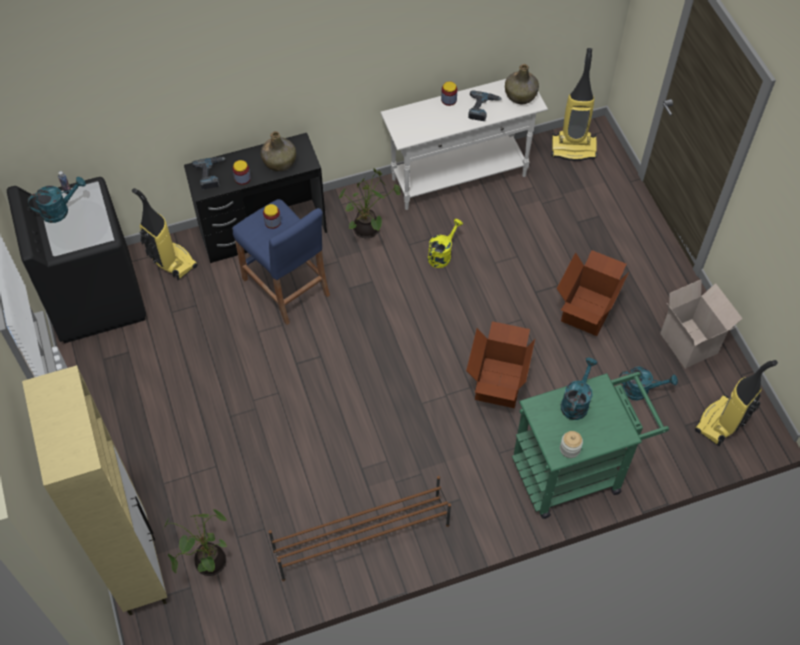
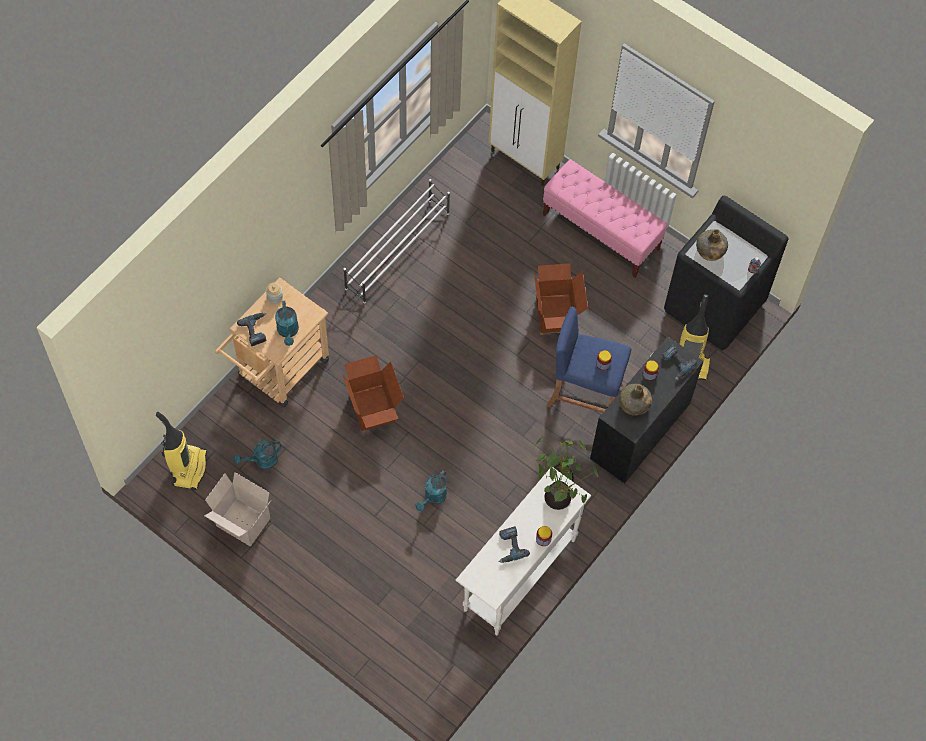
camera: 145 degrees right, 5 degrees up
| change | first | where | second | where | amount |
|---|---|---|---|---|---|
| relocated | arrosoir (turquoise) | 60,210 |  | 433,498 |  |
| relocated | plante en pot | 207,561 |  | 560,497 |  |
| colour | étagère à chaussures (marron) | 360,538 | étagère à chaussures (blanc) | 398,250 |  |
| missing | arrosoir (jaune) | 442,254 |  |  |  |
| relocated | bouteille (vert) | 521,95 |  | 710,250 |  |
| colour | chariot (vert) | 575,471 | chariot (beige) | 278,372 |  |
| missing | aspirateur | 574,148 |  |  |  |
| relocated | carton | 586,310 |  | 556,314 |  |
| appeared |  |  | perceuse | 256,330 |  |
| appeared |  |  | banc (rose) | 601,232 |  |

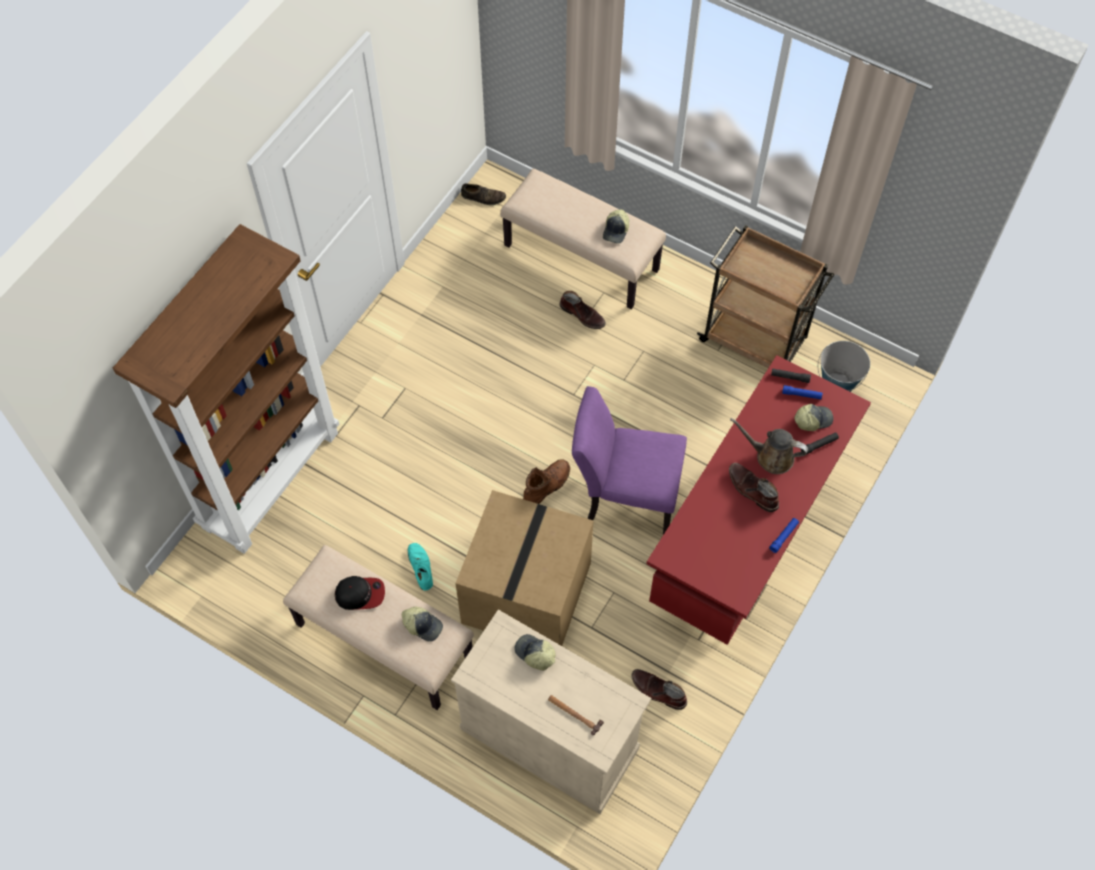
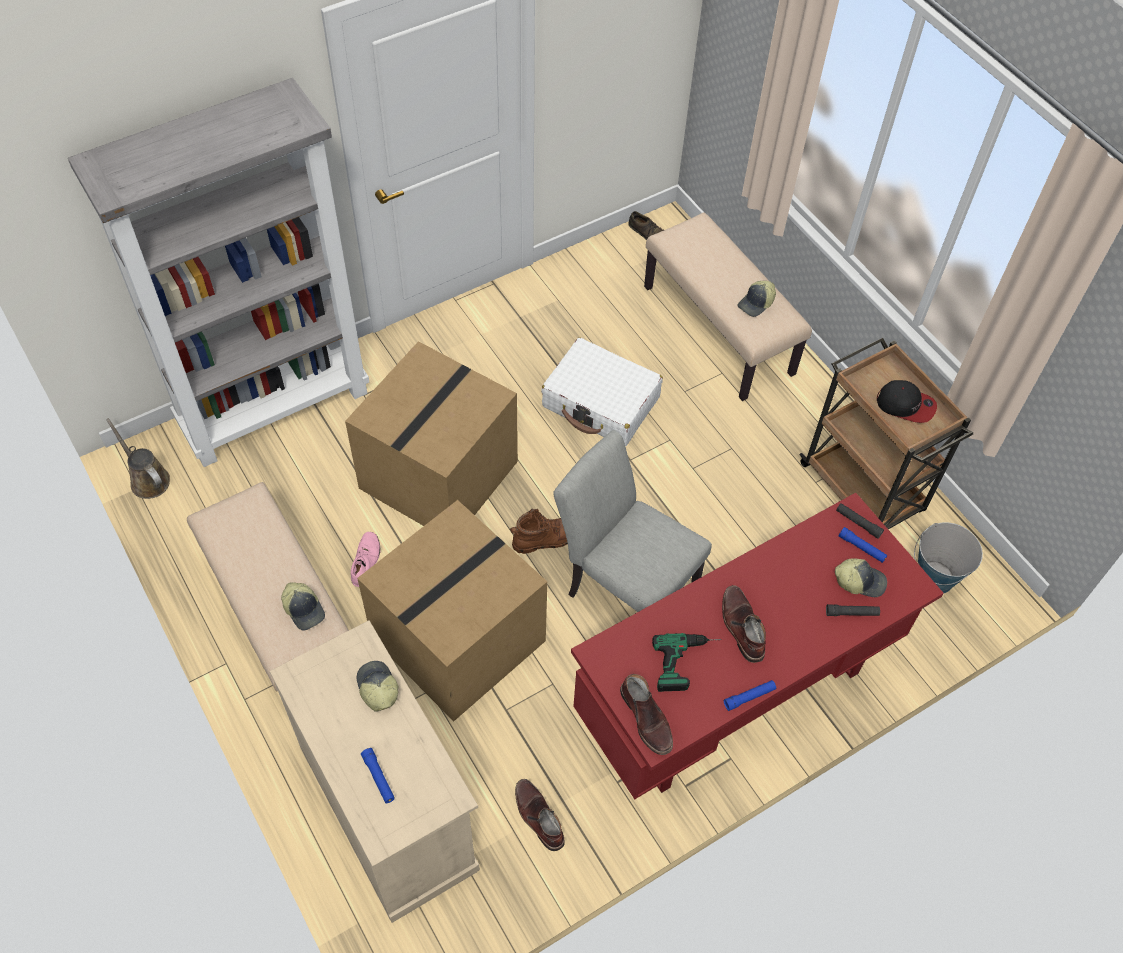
camera: 25 degrees right, 5 degrees down
| change | first | where | second | where | amount |
|---|---|---|---|---|---|
| colour | bibliothèque (marron) | 270,478 | bibliothèque (gris) | 275,407 |  |
| relocated | casquette | 360,594 |  | 906,405 |  |
| colour | chaussure (turquoise) | 420,568 | chaussure (rose) | 365,561 |  |
| exchanged | marteau | 574,713 | lampe de poche (bleu) | 378,778 |  |
| relocated | botte (marron) | 583,315 |  | 647,718 |  |
| colour | chaise (violet) | 624,496 | chaise (gris) | 624,587 |  |
| relocated | arrosoir (marron) | 771,456 |  | 147,479 |  |
| appeared |  |  | carton | 438,472 |  |
| appeared |  |  | valise (blanc) | 601,403 |  |
| appeared |  |  | perceuse | 688,663 |  |

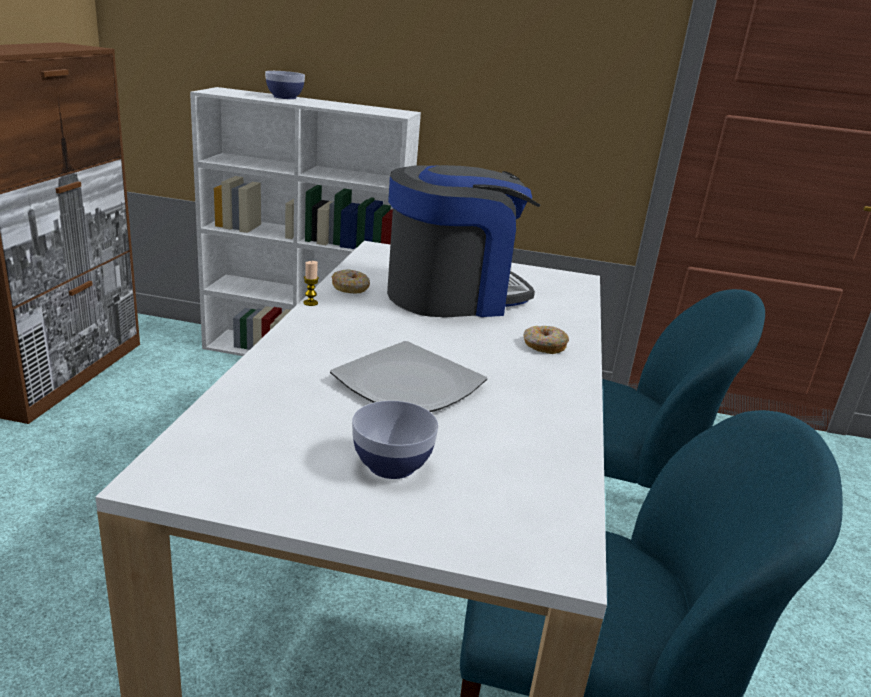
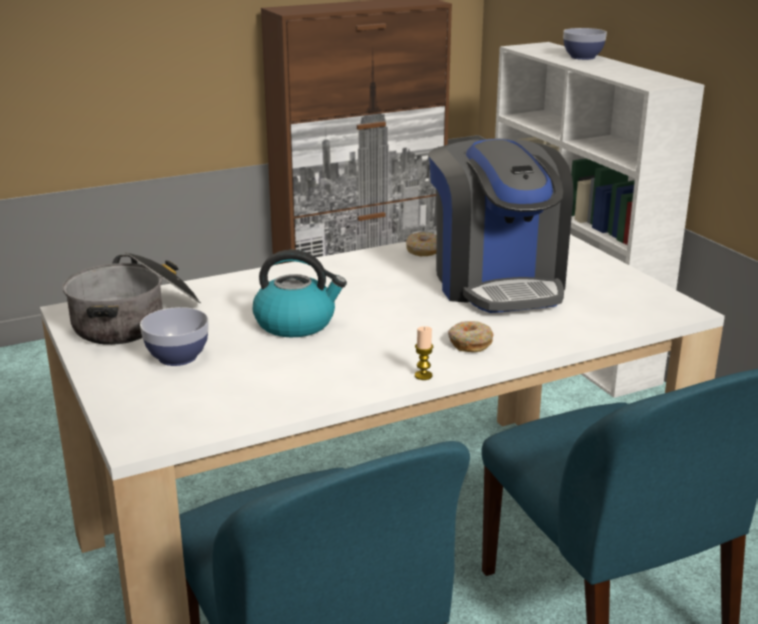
camera: 55 degrees right, 0 degrees up
| change | first | where | second | where | amount |
|---|---|---|---|---|---|
| relocated | bougie | 310,303 |  | 423,375 |  |
| exchanged | assiette | 407,384 | bouilloire | 296,323 |  |
| spun | machine à café | 453,296 |  | 497,282 | 45 degrees clockwise |
| appeared |  |  | marmite | 136,320 |  |

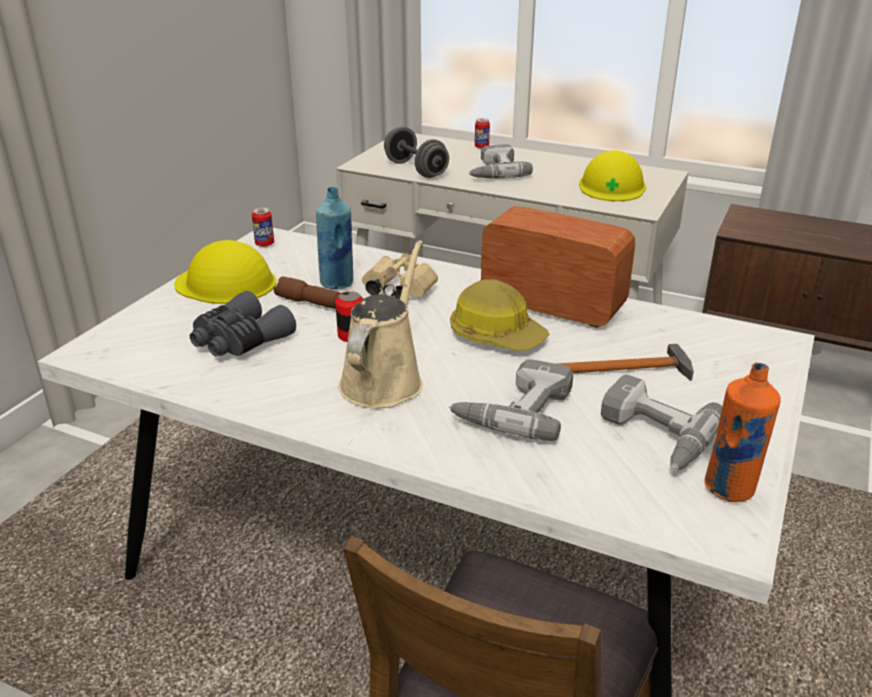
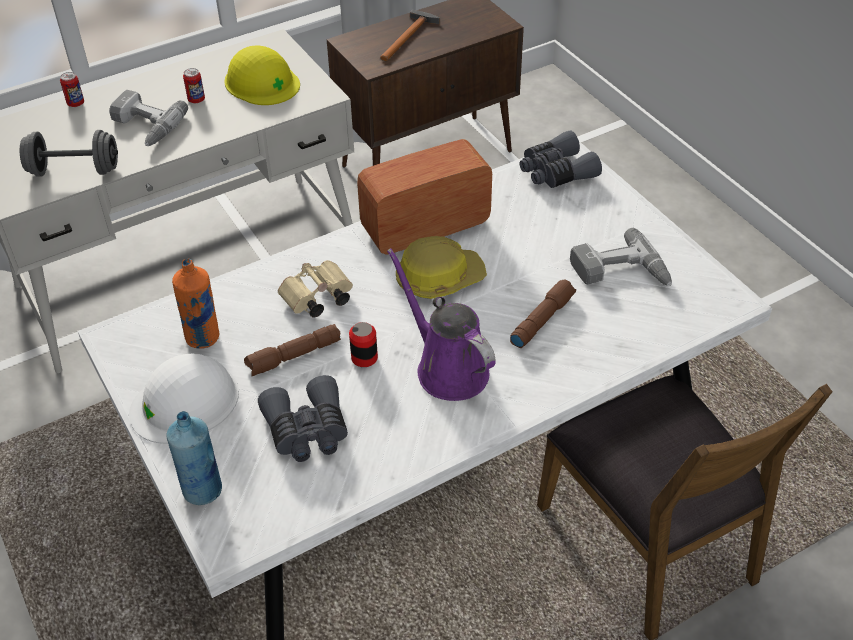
camera: 55 degrees left, 15 degrees up
| change | first | where | second | where | amount |
|---|---|---|---|---|---|
| colour | casque de chantier (jaune) | 226,283 | casque de chantier (blanc) | 185,402 |  |
| relocated | boîte métallique | 264,244 |  | 196,100 |  |
| relocated | bouteille (bleu) | 337,283 |  | 202,490 |  |
| colour | arrosoir (beige) | 384,379 | arrosoir (violet) | 447,368 |  |
| exchanged | perceuse | 514,409 | lampe de poche (marron) | 541,319 |  |
| relocated | marteau | 624,369 |  | 408,37 |  |
| relocated | bouteille (orange) | 730,489 |  | 203,337 |  |
| appeared |  |  | jumelles (gris) | 556,172 |  |

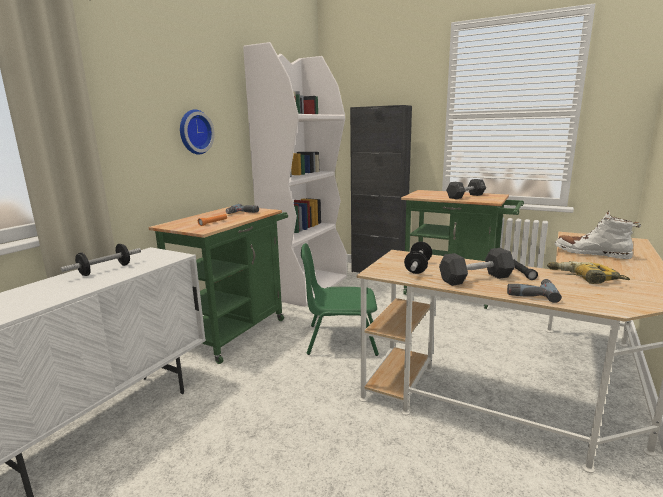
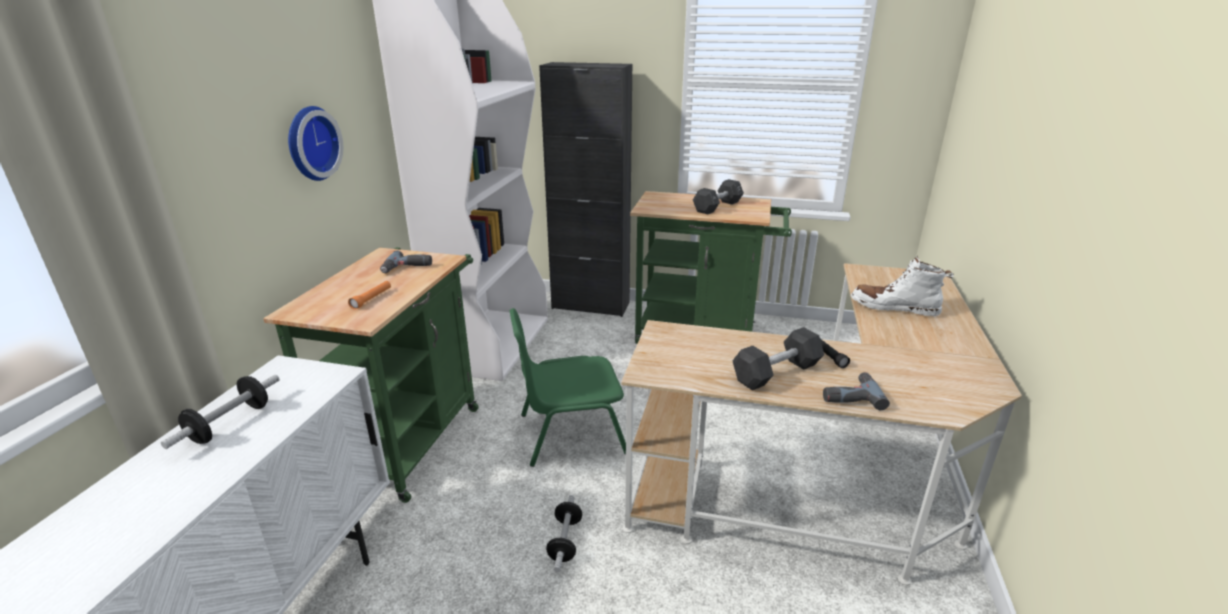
camera: 15 degrees left, 10 degrees up
| change | first | where | second | where | amount |
|---|---|---|---|---|---|
| relocated | haltère | 418,267 |  | 565,541 |  |
| missing | perceuse | 584,278 |  |  |  |

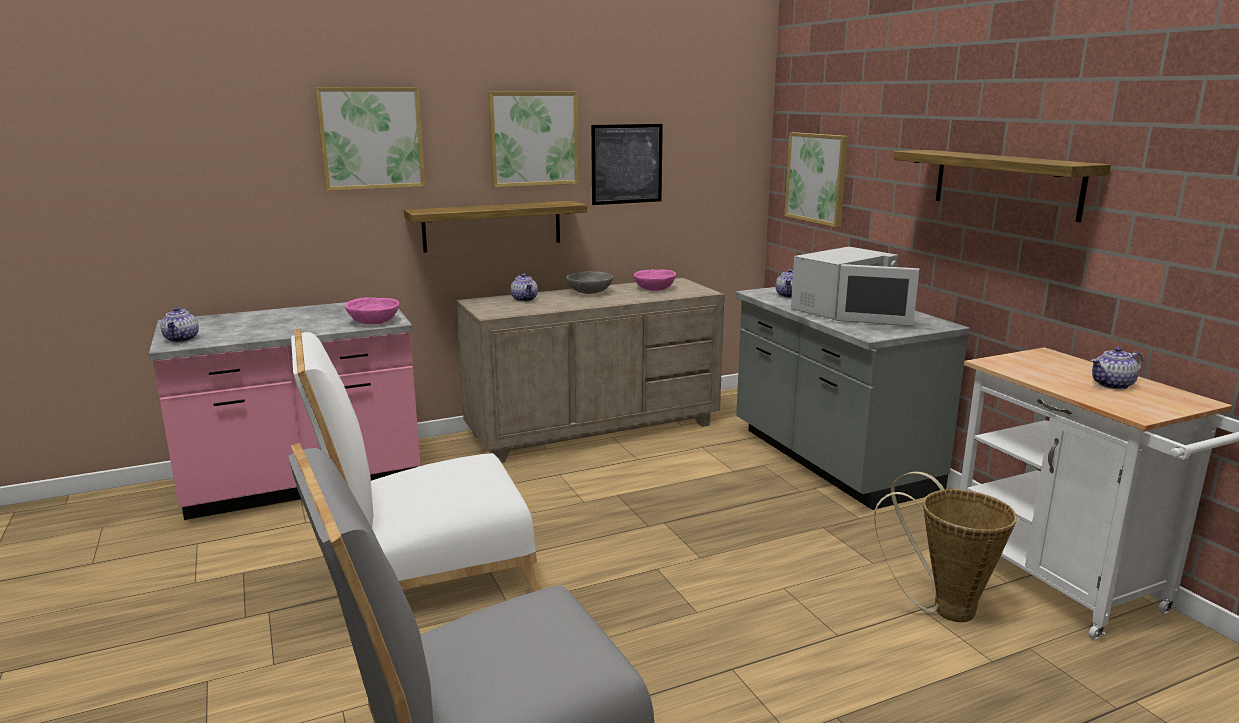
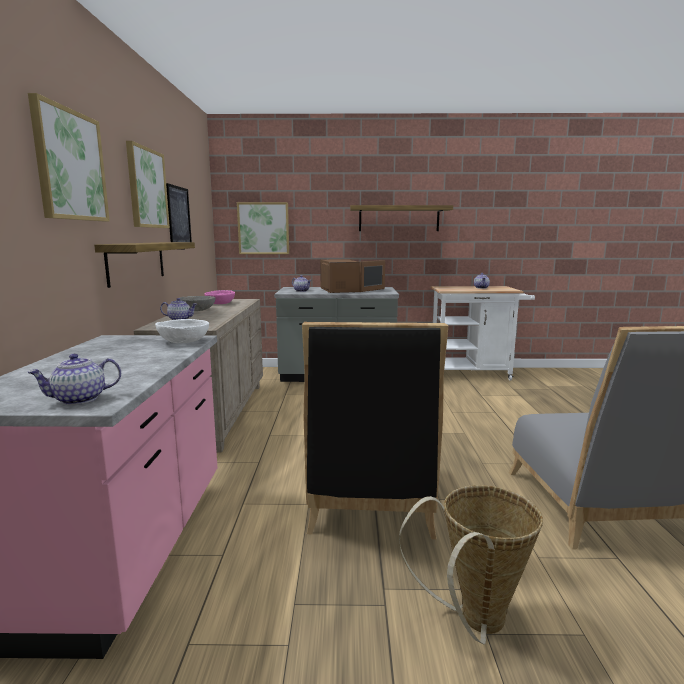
camera: 65 degrees left, 5 degrees down
| change | first | where | second | where | amount |
|---|---|---|---|---|---|
| spun | théière | 182,339 |  | 79,399 | 135 degrees clockwise |
| colour | chaise (blanc) | 425,573 | chaise (noir) | 370,502 |  |
| colour | bol (rose) | 373,321 | bol (blanc) | 183,341 |  |
| colour | micro-ondes (blanc) | 843,310 | micro-ondes (marron) | 342,290 |  |
| relocated | panier | 943,608 |  | 474,623 |  |

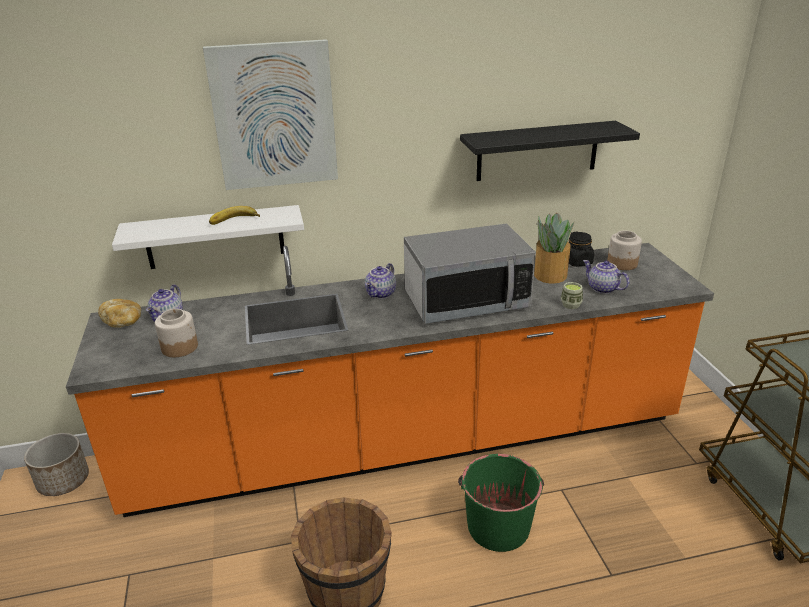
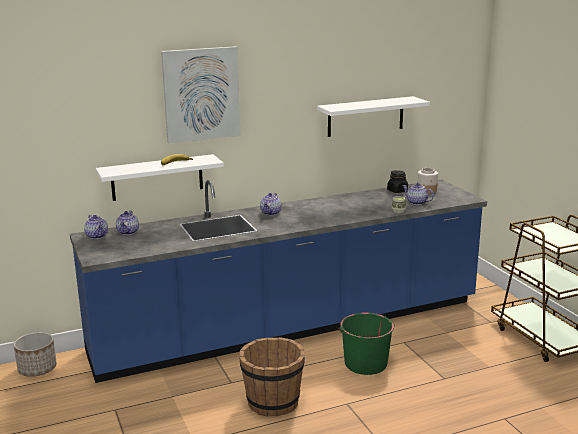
camera: 10 degrees left, 10 degrees down
| change | first | where | second | where | amount |
|---|---|---|---|---|---|
| colour | comptoir de cuisine (orange) | 407,443 | comptoir de cuisine (bleu) | 290,328 |  |
| exchanged | pain | 123,322 | théière | 97,236 |  |
| missing | bocal | 179,347 |  |  |  |
| missing | micro-ondes | 466,301 |  |  |  |
| colour | étagère (noir) | 537,151 | étagère (blanc) | 365,116 |  |
| missing | plante en pot | 550,275 |  |  |  |

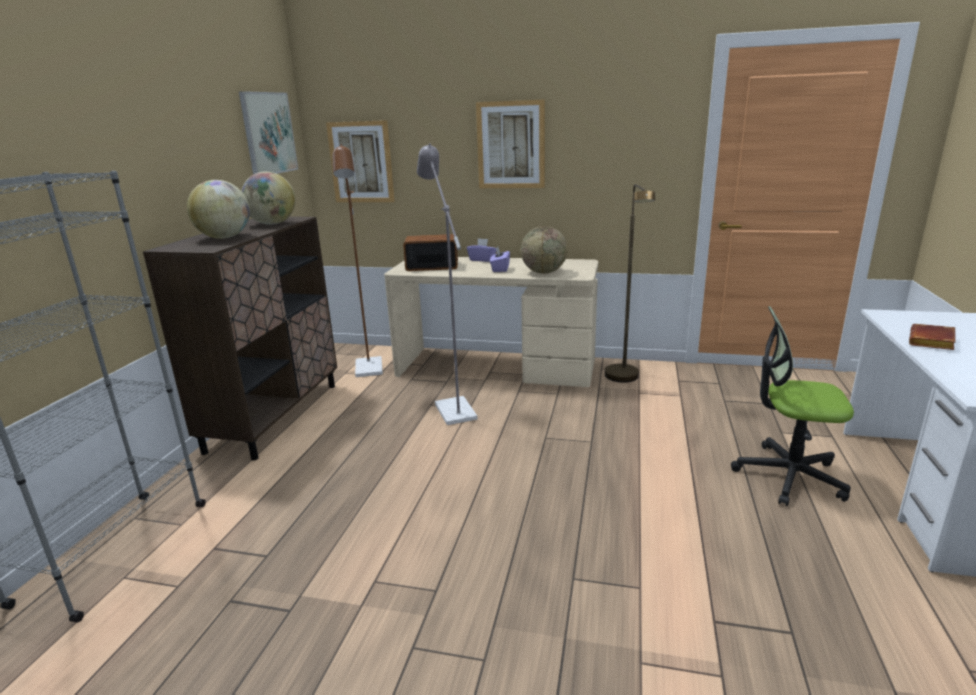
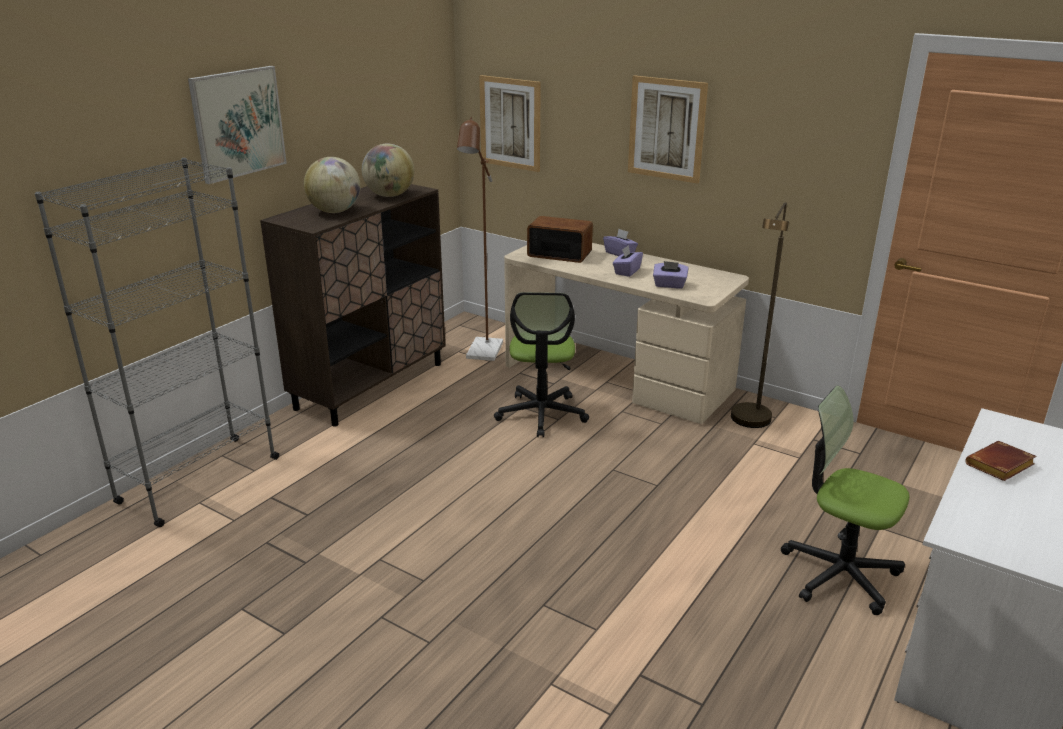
camera: 20 degrees right, 5 degrees up
| change | first | where | second | where | amount |
|---|---|---|---|---|---|
| relocated | tableau | 268,133 |  | 238,123 |  |
| exchanged | lampadaire (gris) | 452,407 | chaise de bureau | 541,414 |  |
| exchanged | globe | 544,272 | boîte à mouchoirs (violet) | 669,285 |  |

